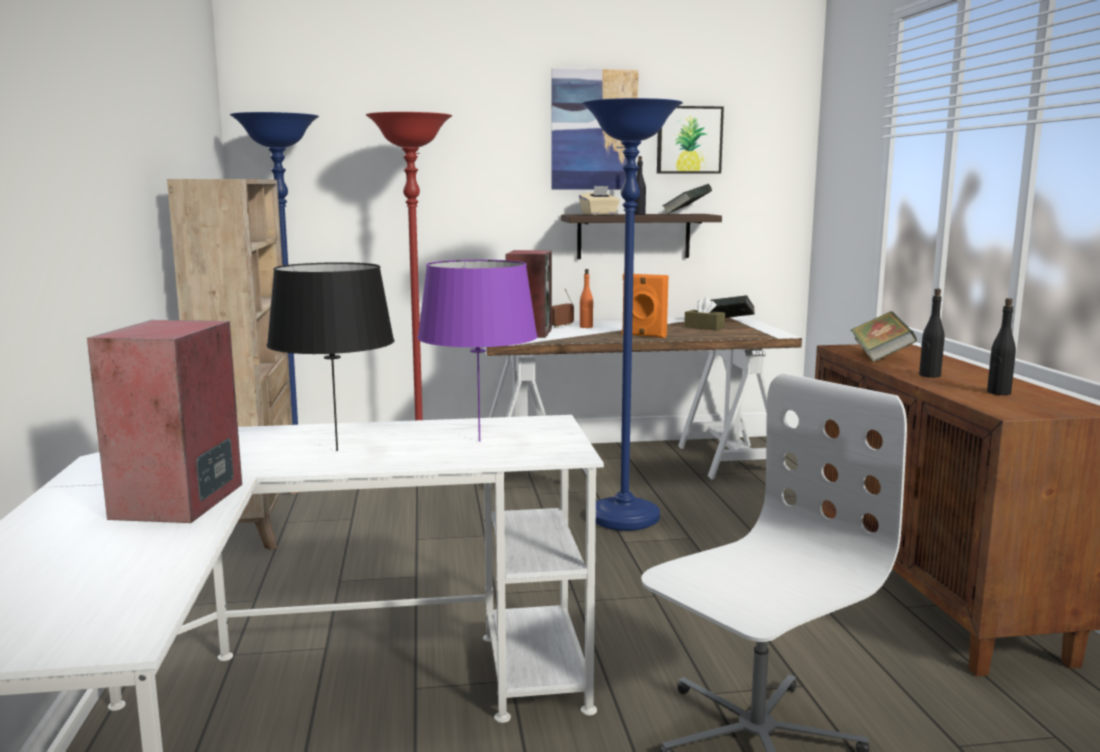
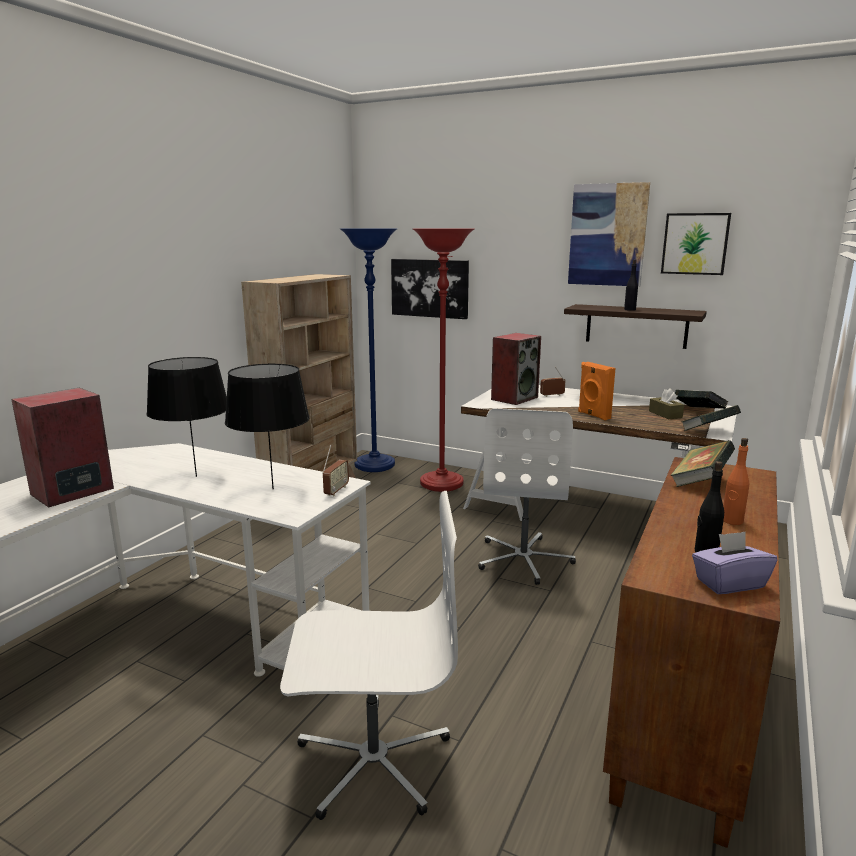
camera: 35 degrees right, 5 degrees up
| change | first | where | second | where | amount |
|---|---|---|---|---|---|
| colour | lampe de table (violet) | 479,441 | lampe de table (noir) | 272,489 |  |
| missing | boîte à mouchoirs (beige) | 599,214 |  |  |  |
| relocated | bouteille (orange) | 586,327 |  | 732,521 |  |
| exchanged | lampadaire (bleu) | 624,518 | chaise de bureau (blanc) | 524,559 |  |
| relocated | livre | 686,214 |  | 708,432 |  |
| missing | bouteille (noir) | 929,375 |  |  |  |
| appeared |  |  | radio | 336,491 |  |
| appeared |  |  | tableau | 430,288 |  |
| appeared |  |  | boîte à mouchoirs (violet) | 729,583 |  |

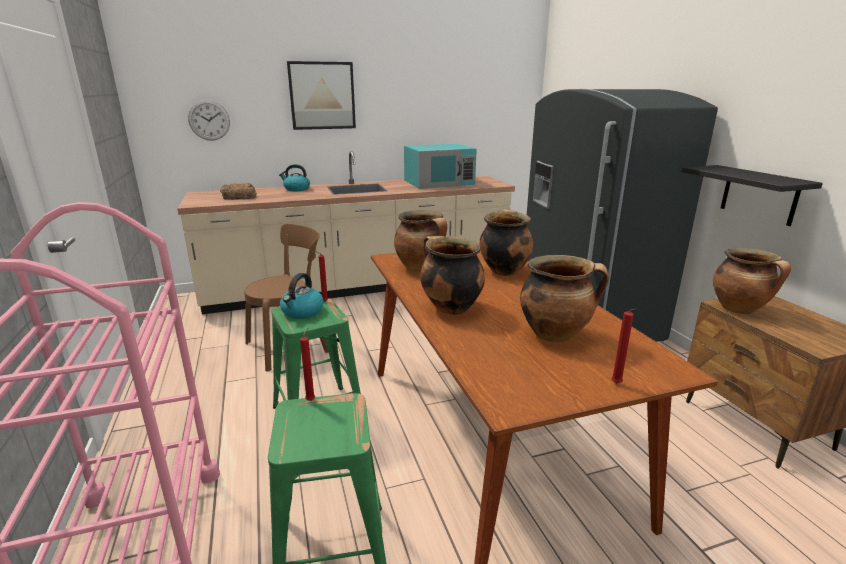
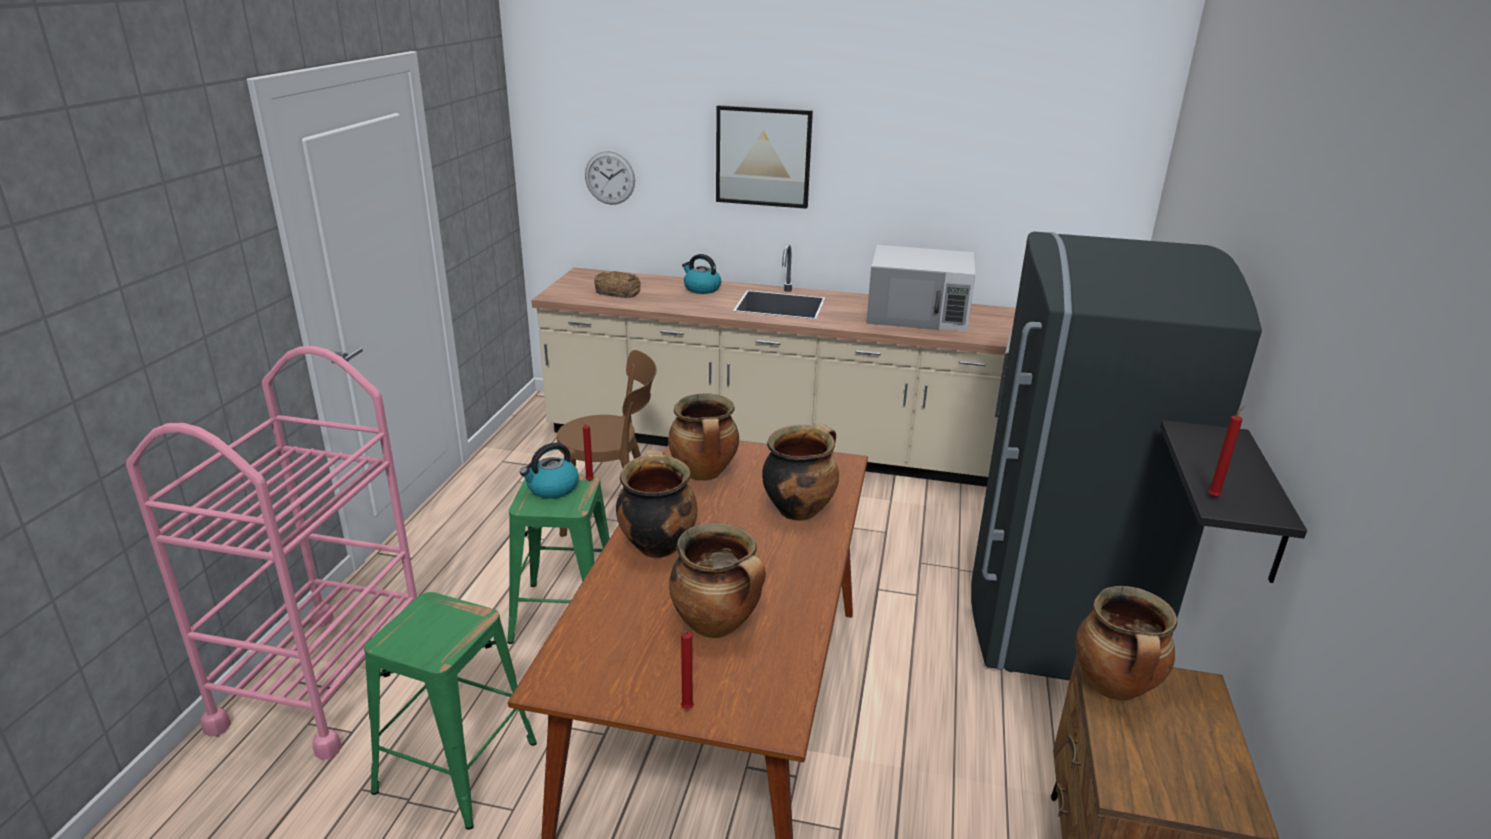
camera: 30 degrees right, 5 degrees up
| change | first | where | second | where | amount |
|---|---|---|---|---|---|
| relocated | bougie (rouge) | 311,400 |  | 1214,496 |  |
| colour | micro-ondes (turquoise) | 439,182 | micro-ondes (blanc) | 918,314 |  |

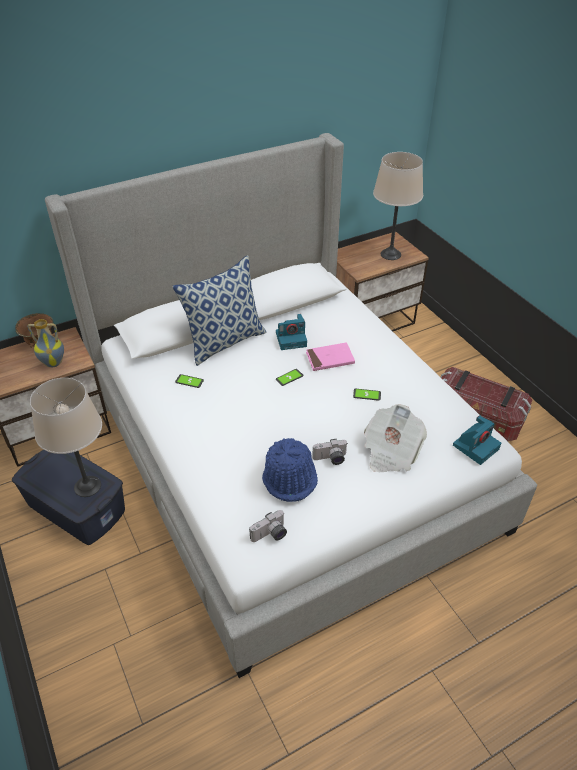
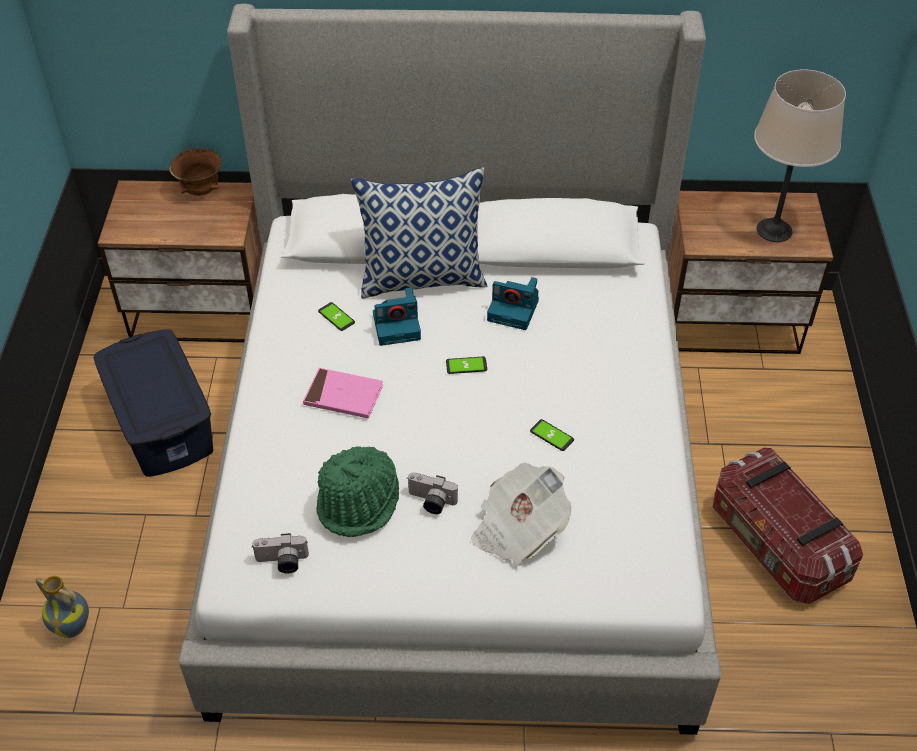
camera: 30 degrees right, 5 degrees up
| change | first | where | second | where | amount |
|---|---|---|---|---|---|
| relocated | vase | 53,362 |  | 73,626 |  |
| missing | lampe de table (beige) | 88,486 |  |  |  |
| colour | chapeau (bleu) | 290,477 | chapeau (vert) | 359,502 |  |
| relocated | livre (rose) | 330,359 |  | 343,396 |  |
| relocated | appareil photo | 476,446 |  | 397,326 |  |

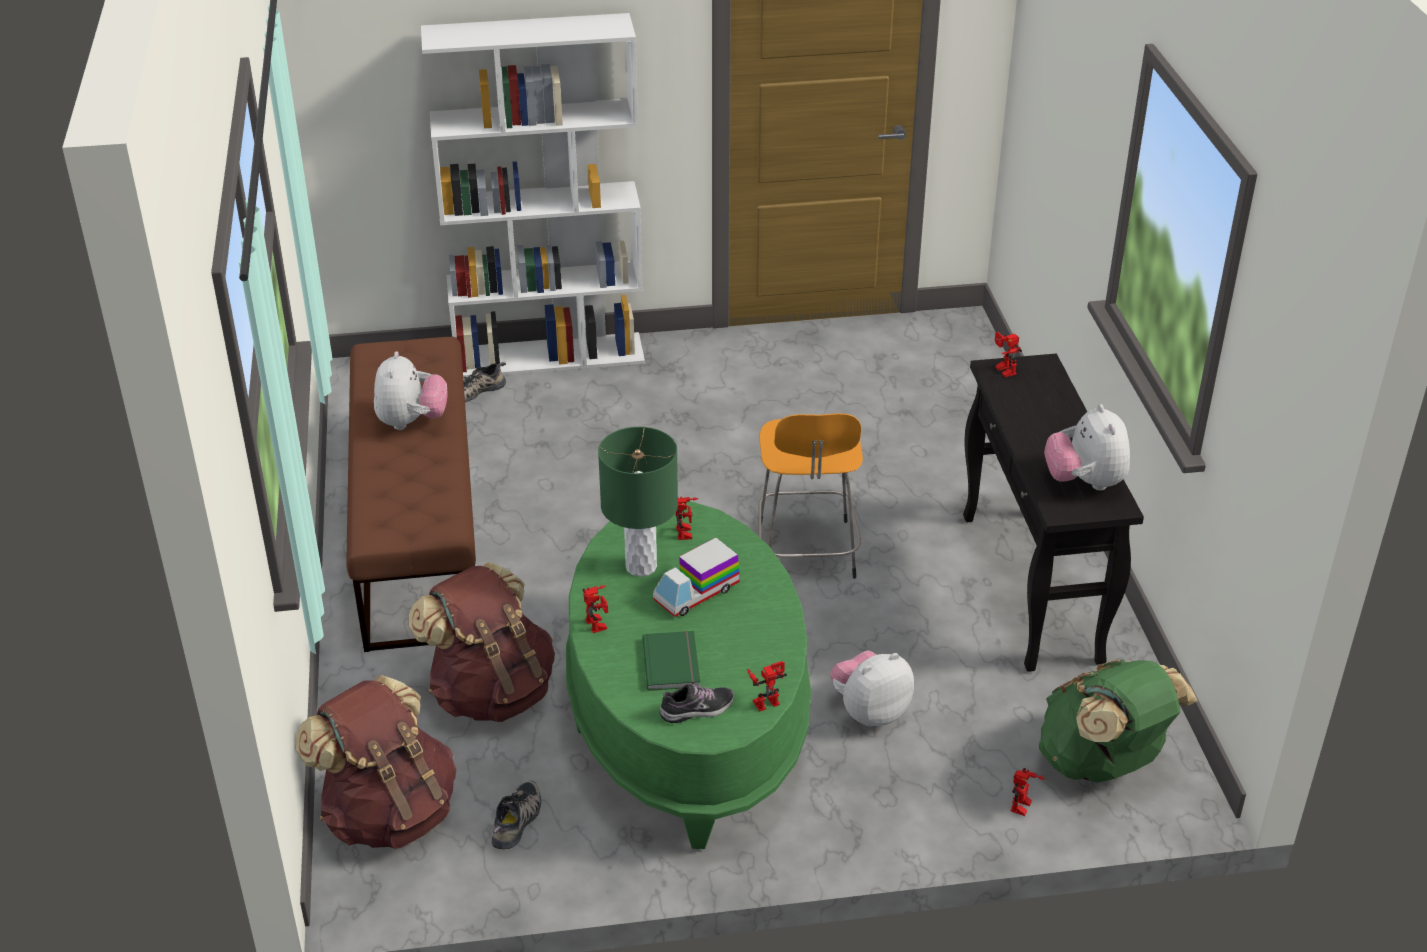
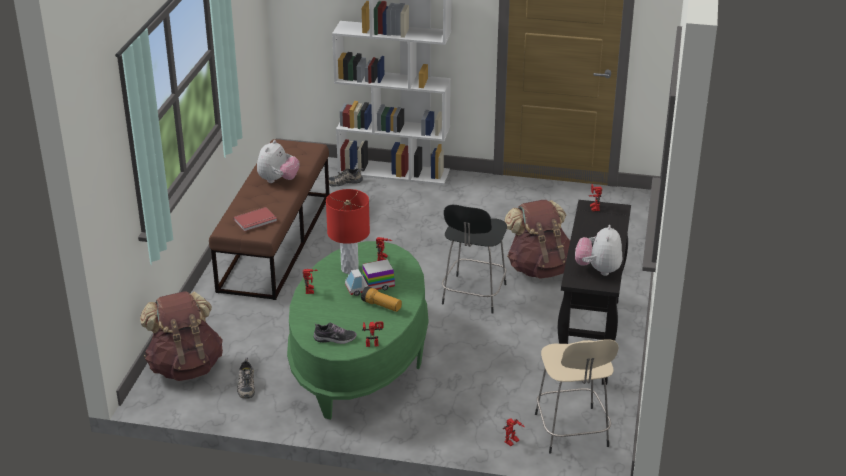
camera: 20 degrees right, 5 degrees down
| change | first | where | second | where | amount |
|---|---|---|---|---|---|
| relocated | sac à dos (marron) | 491,692 |  | 539,268 |  |
| spun | chaussure | 518,821 |  | 245,385 | 135 degrees clockwise |
| colour | lampe de table (vert) | 640,566 | lampe de table (rouge) | 349,269 |  |
| missing | livre (vert) | 673,663 |  |  |  |
| colour | tabouret (orange) | 806,553 | tabouret (noir) | 473,295 |  |
| missing | peluche | 869,711 |  |  |  |
| exchanged | sac à dos (vert) | 1102,763 | tabouret (beige) | 572,432 |  |
| appeared |  |  | livre (rouge) | 256,221 |  |
| appeared |  |  | lampe de poche | 381,306 |  |

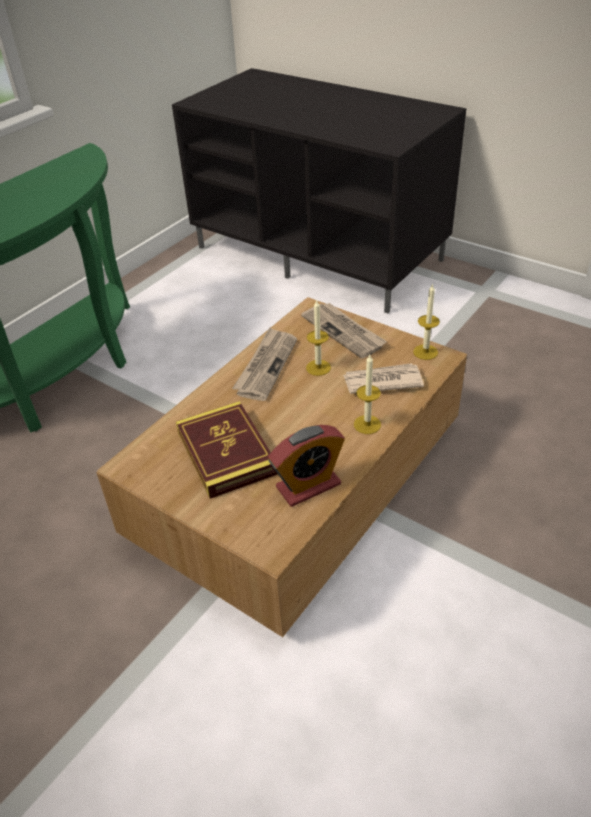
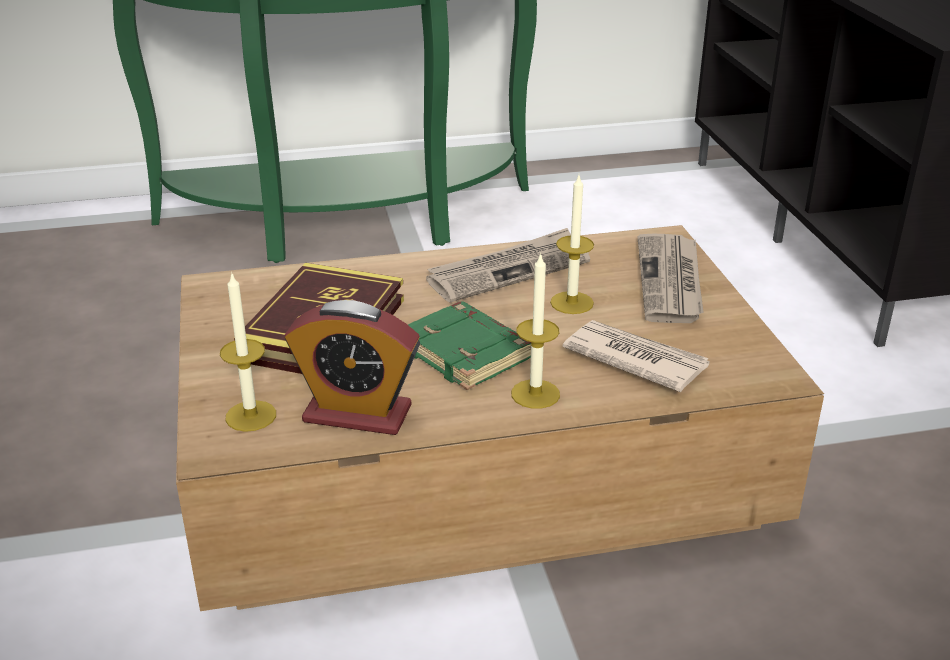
camera: 40 degrees right, 10 degrees down
| change | first | where | second | where | amount |
|---|---|---|---|---|---|
| relocated | bougie | 425,352 |  | 251,416 |  |
| appeared |  |  | livre (vert) | 467,352 |  |

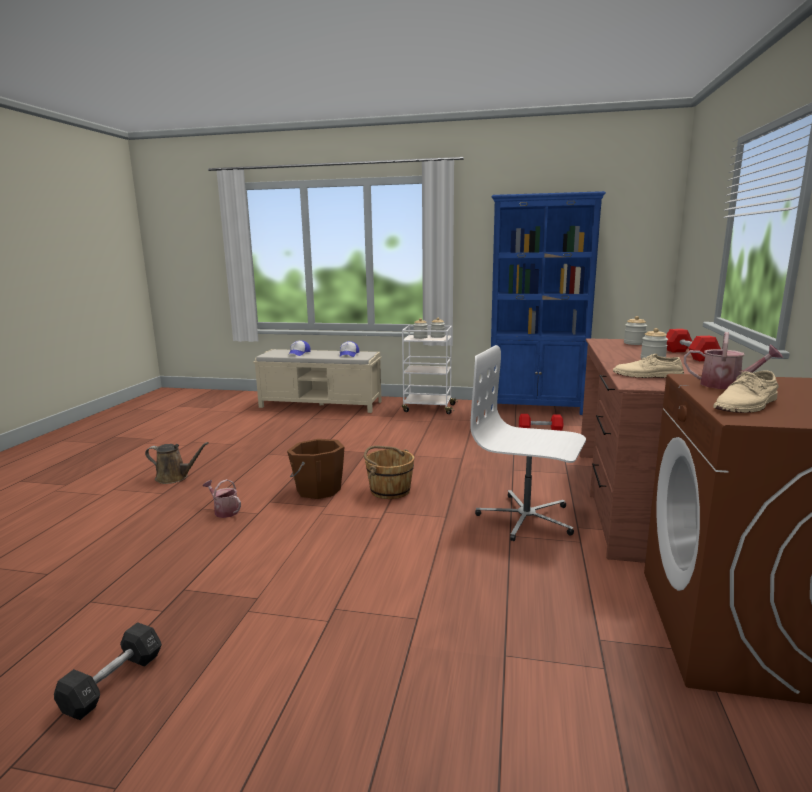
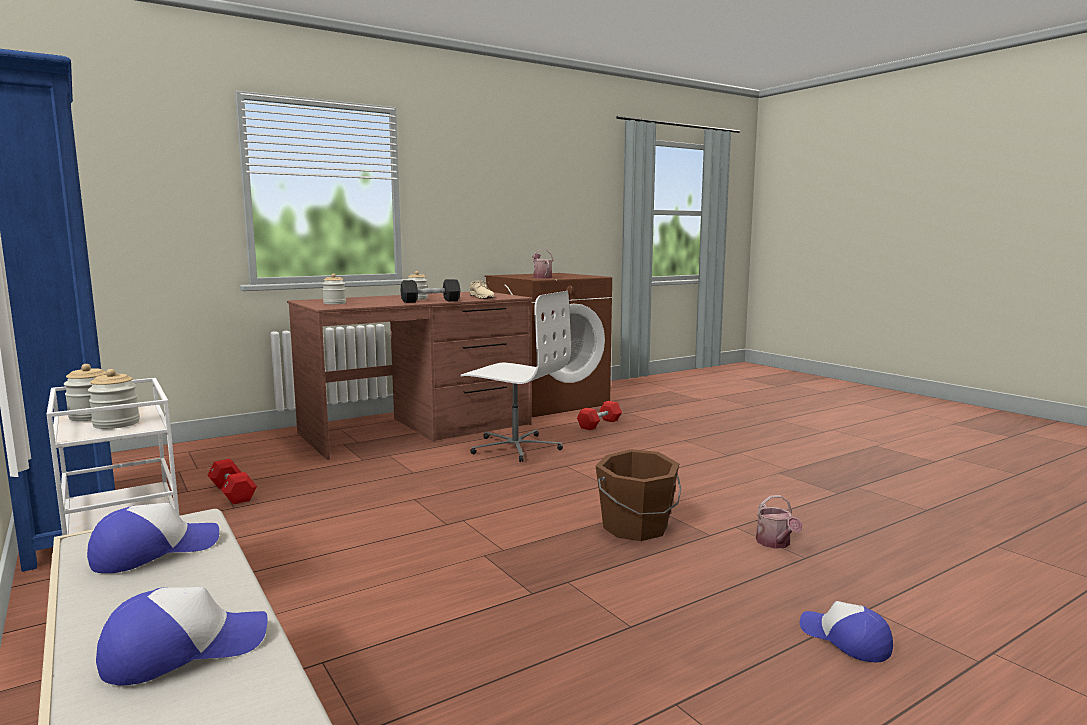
camera: 135 degrees left, 5 degrees down
| change | first | where | second | where | amount |
|---|---|---|---|---|---|
| relocated | haltère (noir) | 113,683 |  | 430,301 |  |
| exchanged | arrosoir (marron) | 175,477 | casquette | 845,640 |  |
| missing | seau (marron) | 389,490 |  |  |  |
| spun | chaise de bureau (blanc) | 526,518 |  | 515,447 | 45 degrees counterclockwise |
| relocated | haltère (rouge) | 689,355 |  | 599,424 |  |
| missing | chaussure (beige) | 746,405 |  |  |  |

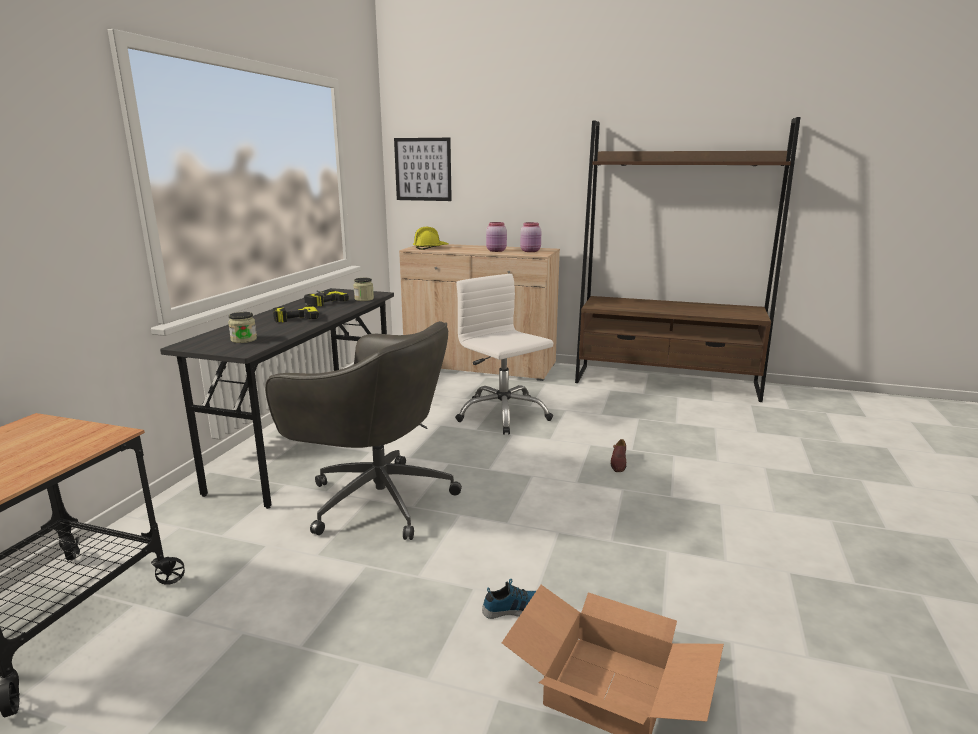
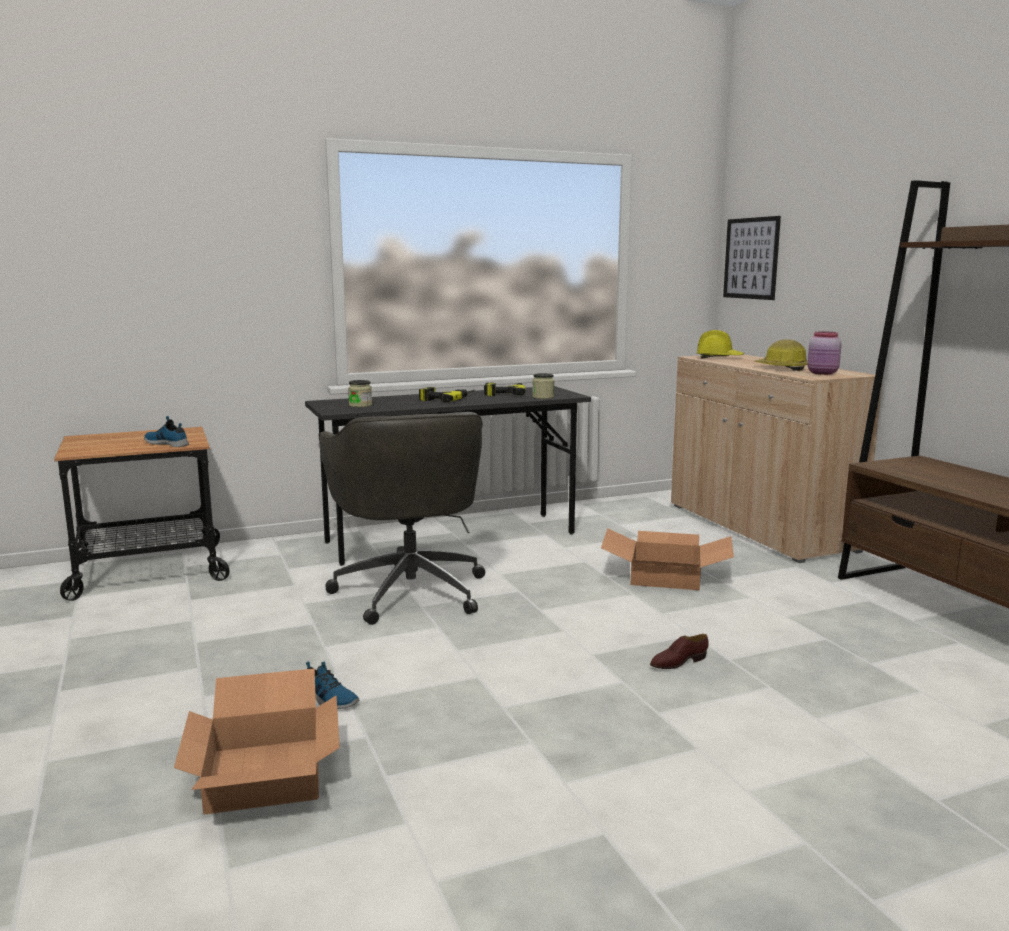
camera: 50 degrees right, 5 degrees down
| change | first | where | second | where | amount |
|---|---|---|---|---|---|
| exchanged | chaise de bureau (blanc) | 502,414 | carton | 667,575 |  |
| exchanged | bocal (rose) | 496,251 | casque de chantier | 781,368 |  |
| appeared |  |  | chaussure | 167,443 |  |

